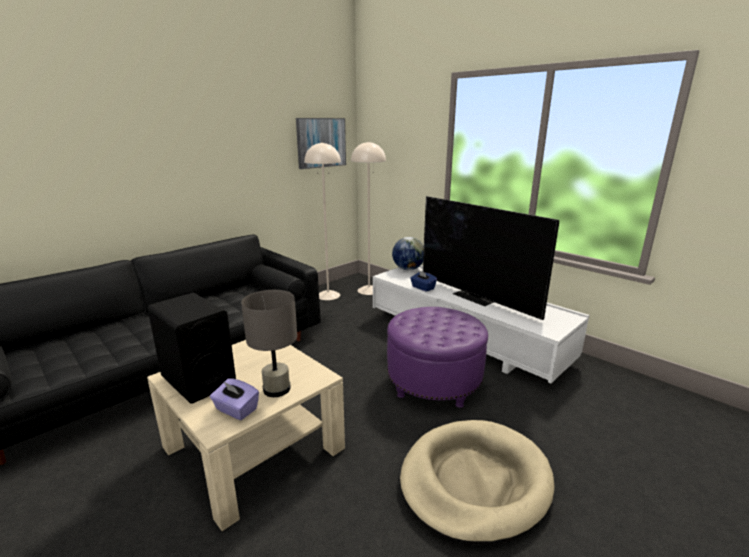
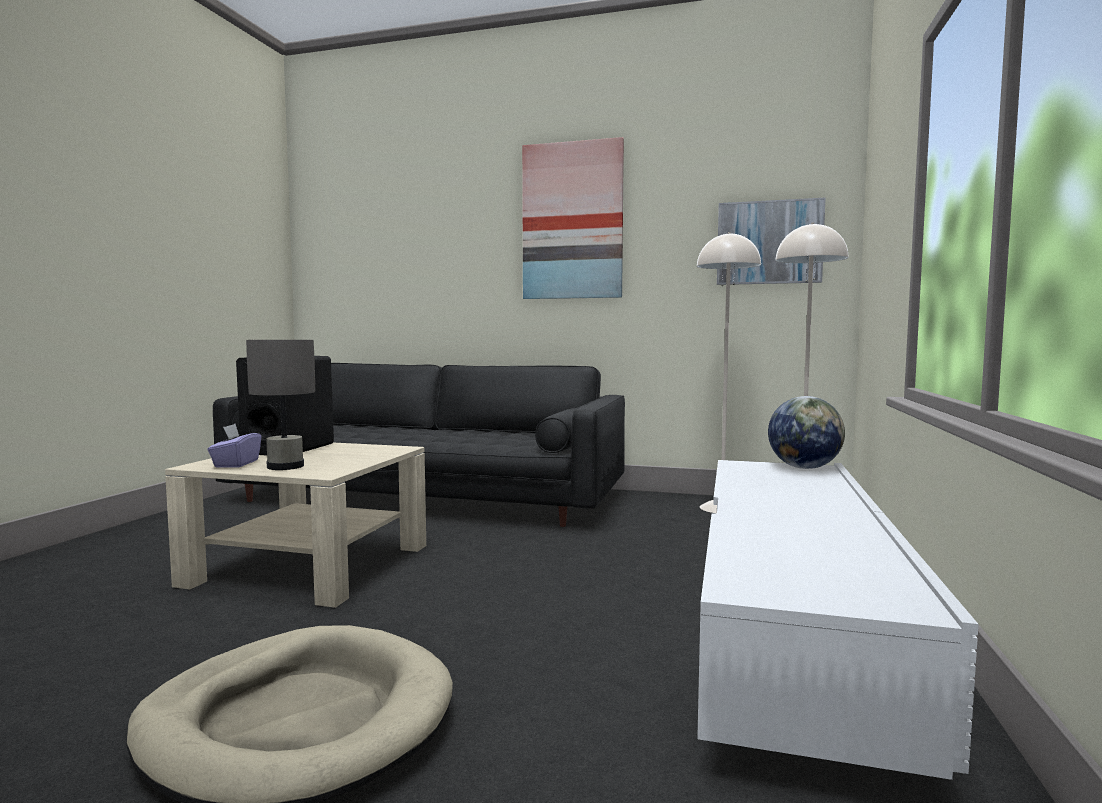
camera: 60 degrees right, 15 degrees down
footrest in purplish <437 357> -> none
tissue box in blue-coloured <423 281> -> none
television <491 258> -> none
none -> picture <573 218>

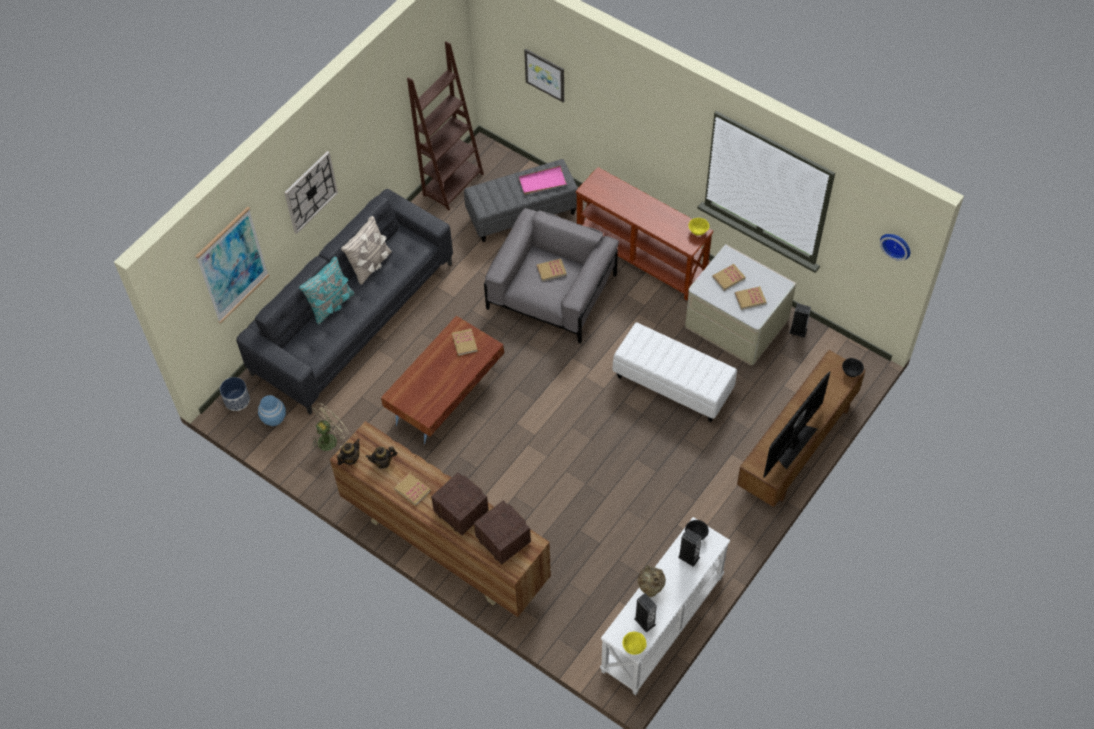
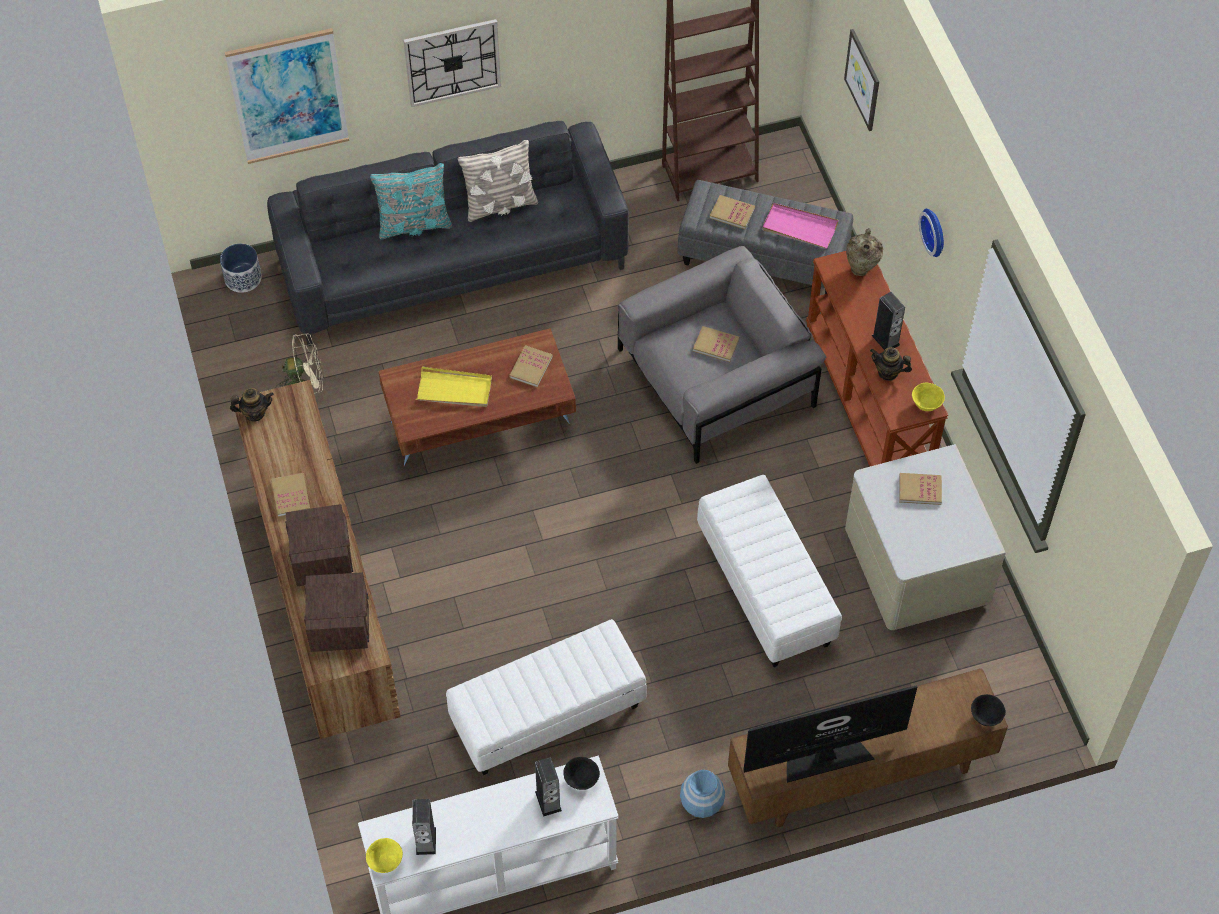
camera: 35 degrees right, 0 degrees up
none -> tray in yellow-coloured <454 386>
none -> footrest in white-coloured <546 697>
vase in blue-coloured <272 410> -> vase in blue-coloured <702 794>, move
teapot <381 457> -> teapot <891 364>, move
vase in sand-coloured <652 581> -> vase in sand-coloured <864 252>, move
bound book <751 298> -> bound book <732 212>, move
audio speaker <800 320> -> audio speaker <888 321>, move
clock on the wall <895 247> -> clock on the wall <931 233>, move

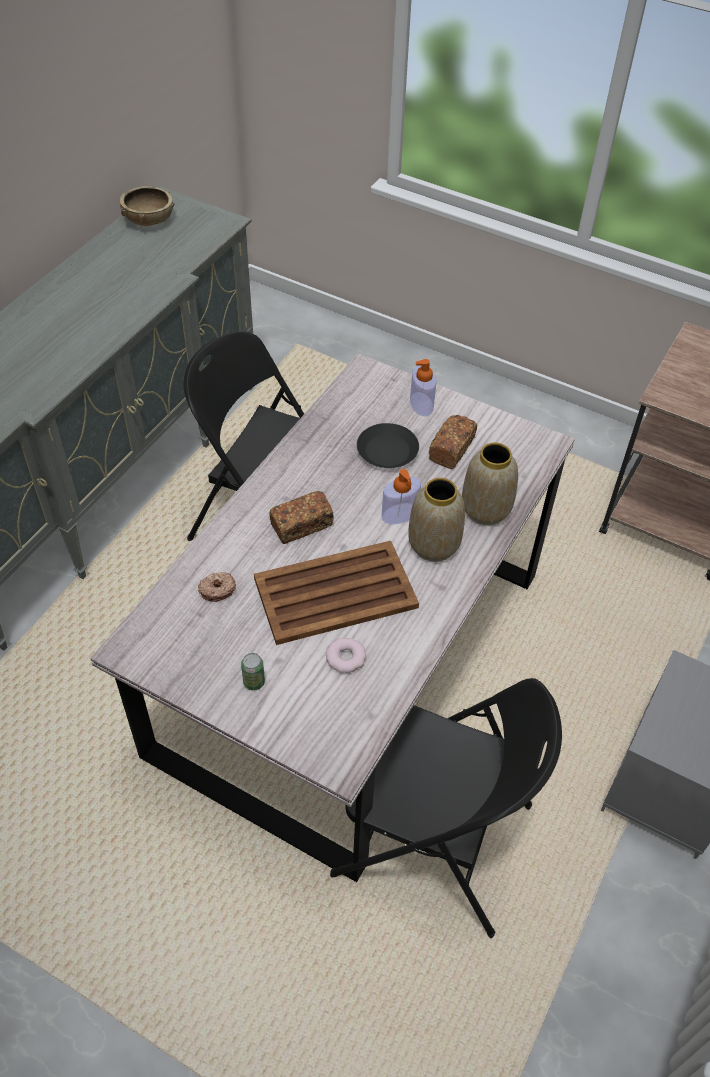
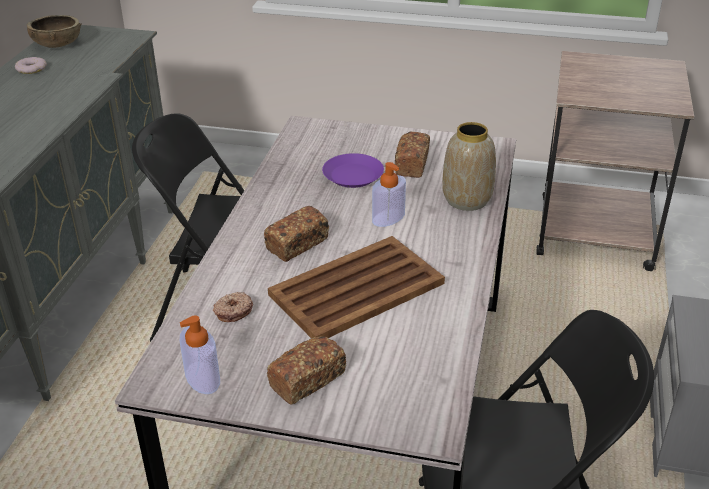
camera: 15 degrees left, 15 degrees down
vase <436 520> -> none
ring doughnut <346 655> -> ring doughnut <31 65>, move
soap bottle <423 387> -> soap bottle <200 354>, move
can <253 672> -> bread <306 370>
plate in blackish <388 445> -> plate in purplish <353 170>

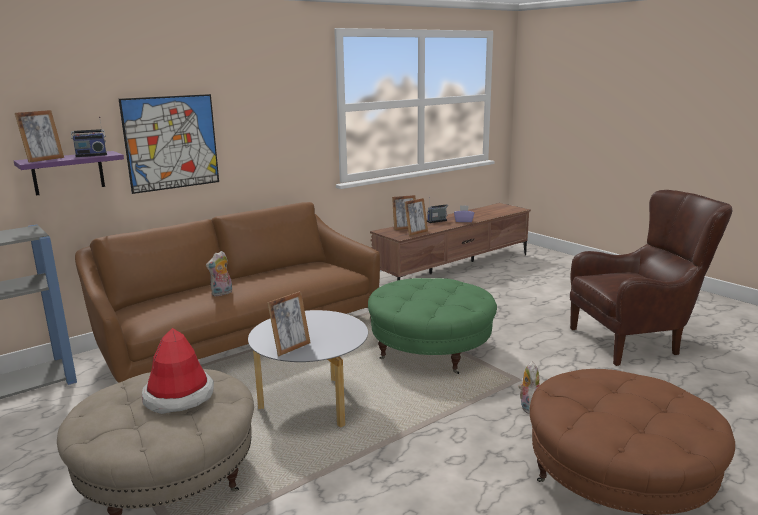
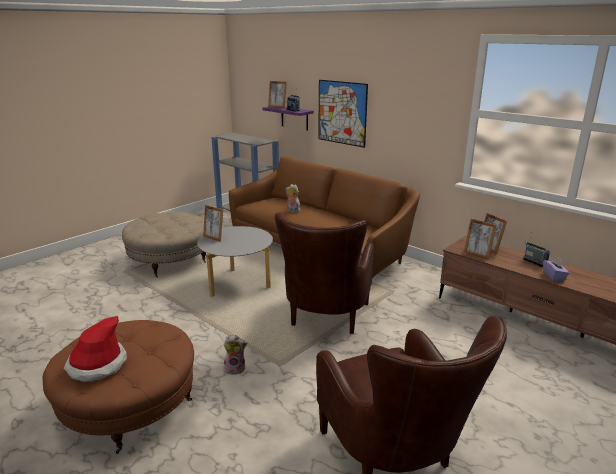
camera: 80 degrees right, 5 degrees up
hat <178 371> -> hat <95 349>, move
footrest in greenish <432 326> -> armchair in brownish <324 273>

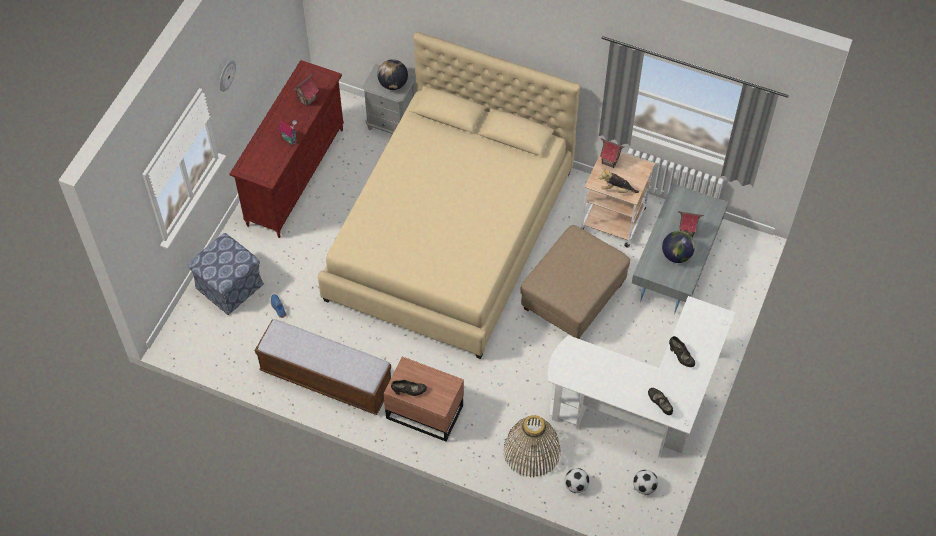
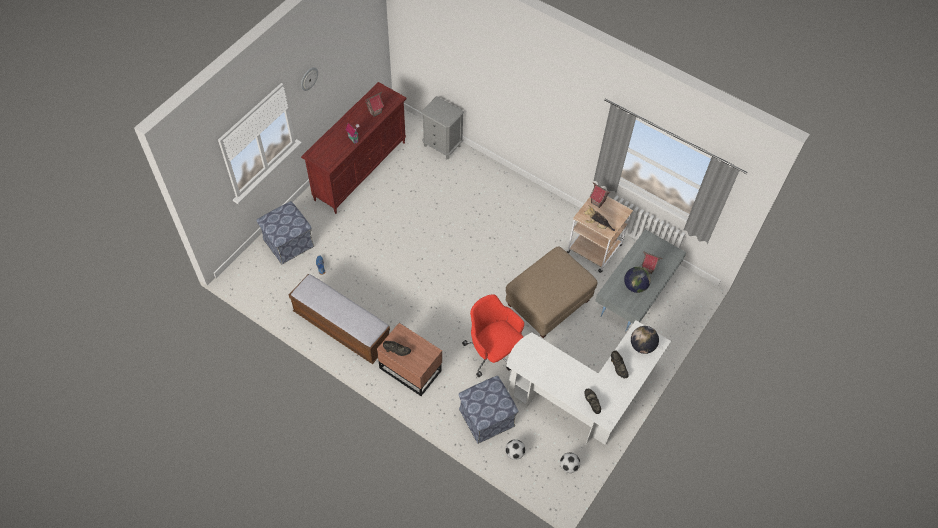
camera: 10 degrees right, 0 degrees up
bedroom bed in sand-coloured <449 195> -> none
none -> office chair in red-coloured <493 335>
globe <392 74> -> globe <645 340>, move
basket <532 446> -> footrest <488 410>

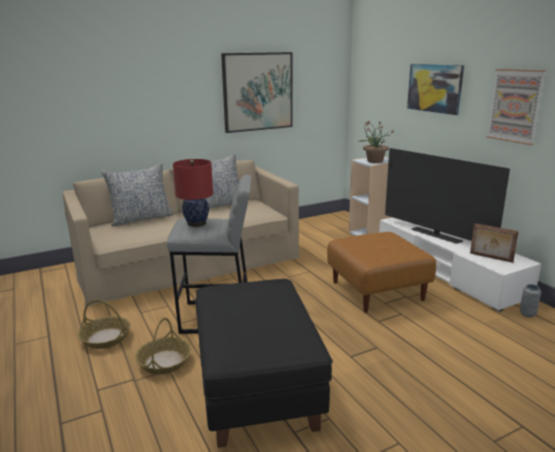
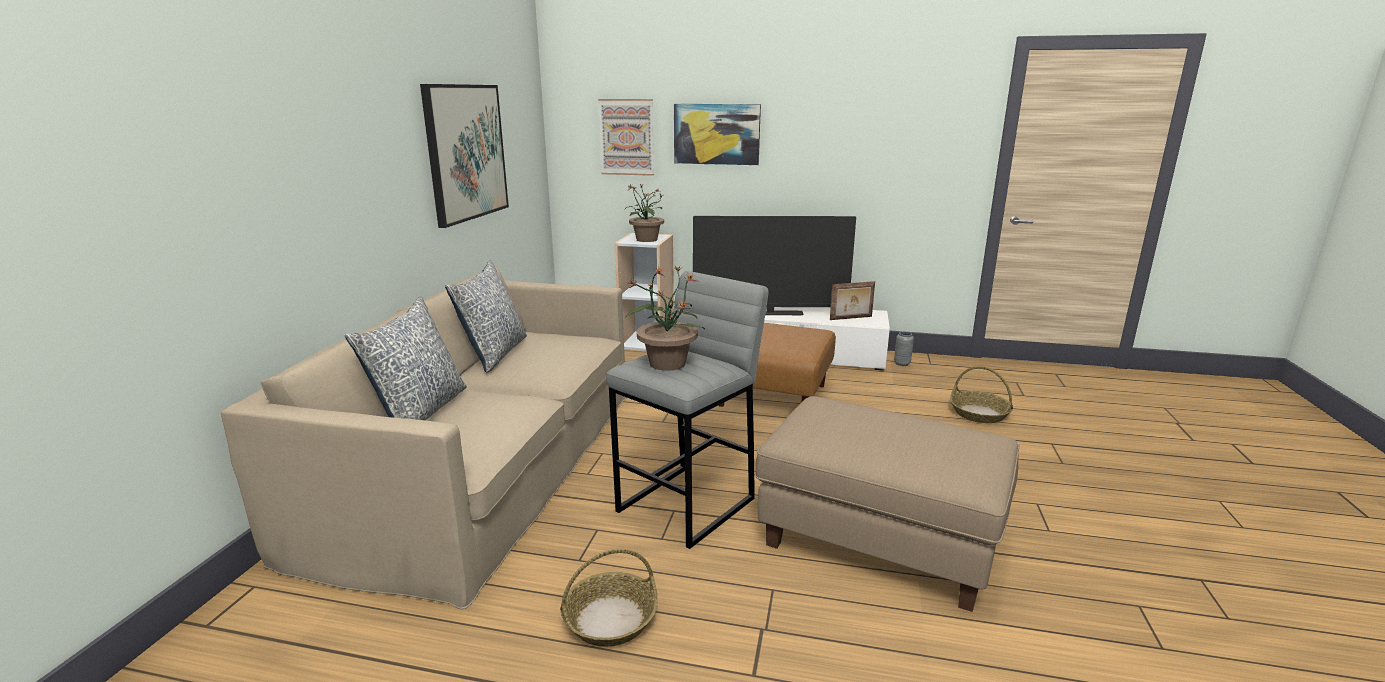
camera: 50 degrees left, 0 degrees up
basket <163 346> -> basket <981 394>, move
picture <516 107> -> picture <626 137>, move
tabletop lamp in red-coloured <193 193> -> potted plant <665 318>
footrest in blackish <264 363> -> footrest in sand-coloured <887 504>

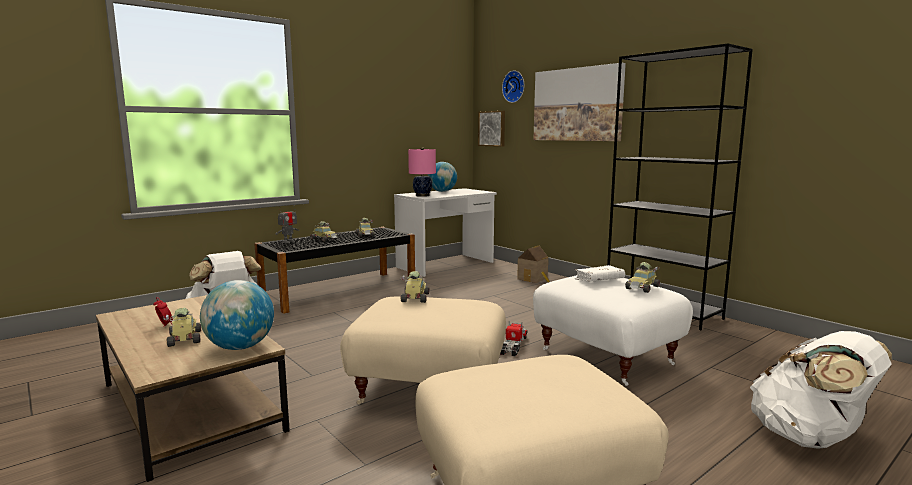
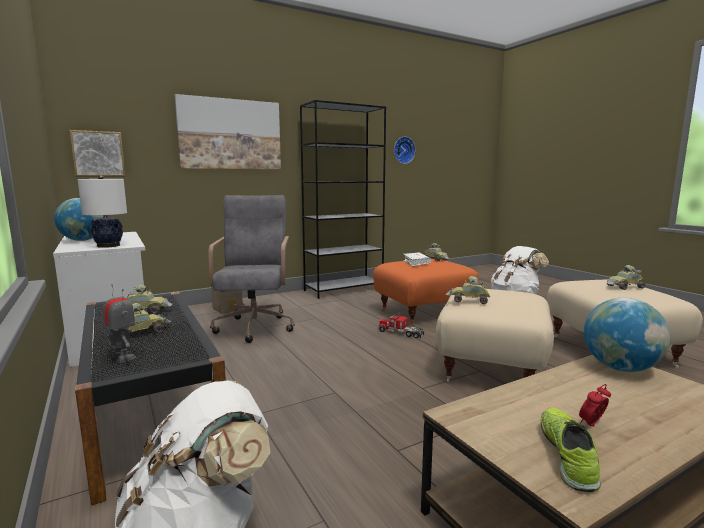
camera: 80 degrees left, 0 degrees up
none -> office chair in gray <251 269>
none -> item of footwear <570 449>
miniature car <182 327> -> miniature car <626 277>, move
clock on the wall <513 87> -> clock on the wall <404 150>, move
tabletop lamp in pink <422 172> -> tabletop lamp in white-coloured <102 211>
footrest in white-coloured <613 330> -> footrest in orangey <426 292>

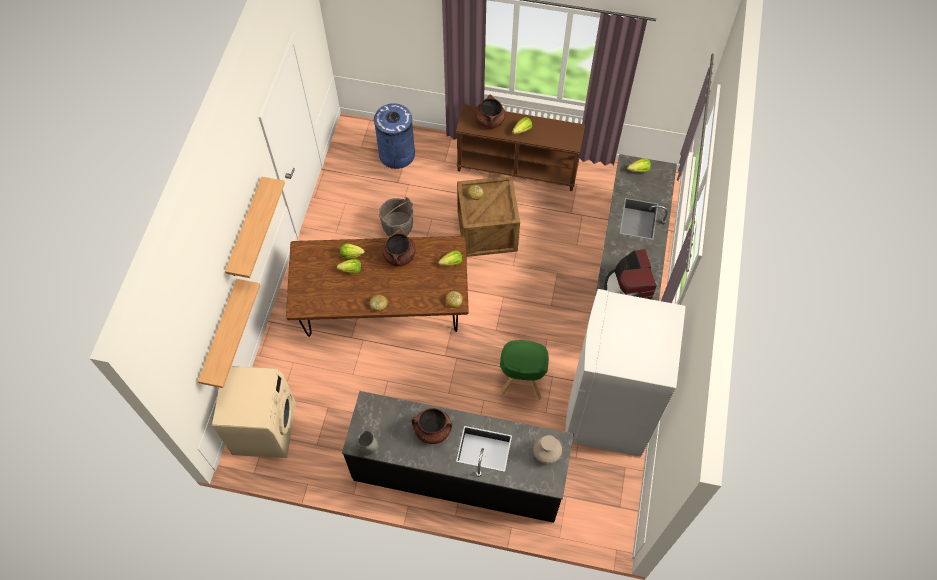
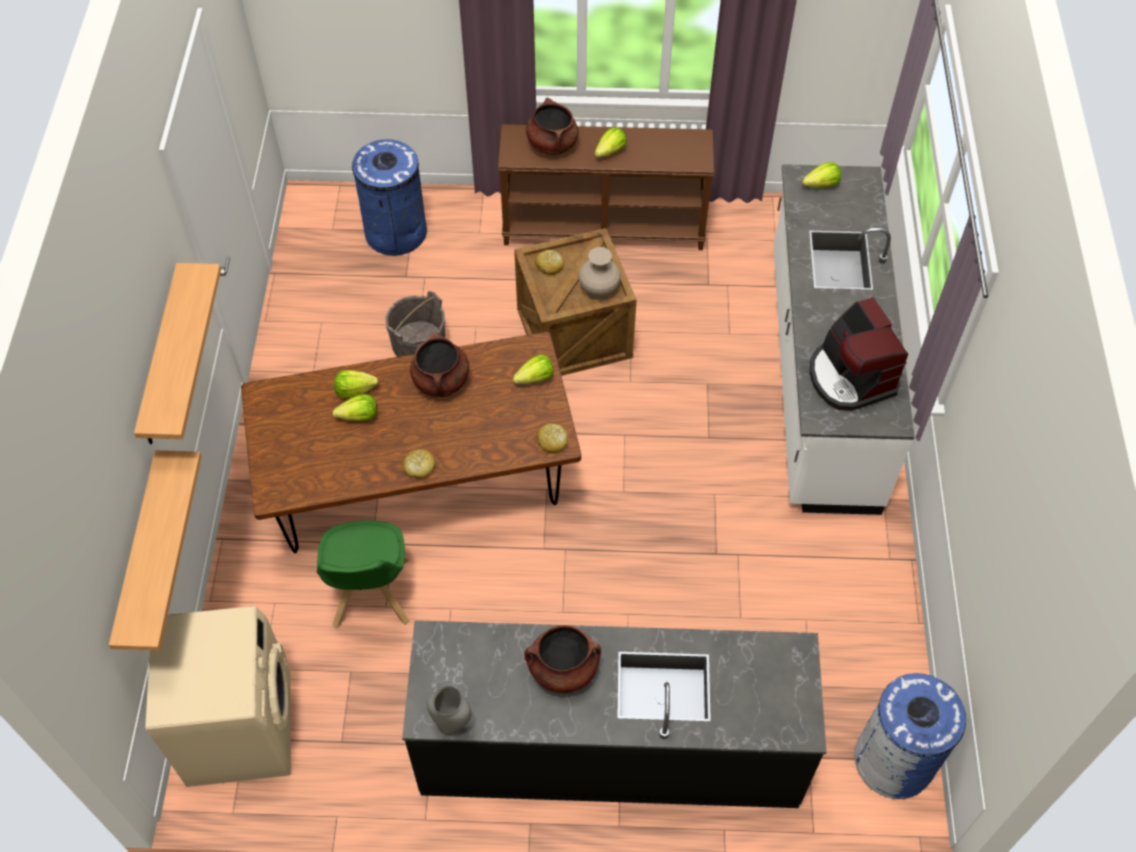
camera: 10 degrees left, 5 degrees down
refrigerator in white-coloured <625 373> -> none
none -> rubbish bin in blue-coloured <910 736>
plain chair in greenish <524 370> -> plain chair in greenish <363 574>, move
vase in sand-coloured <547 449> -> vase in sand-coloured <599 273>, move

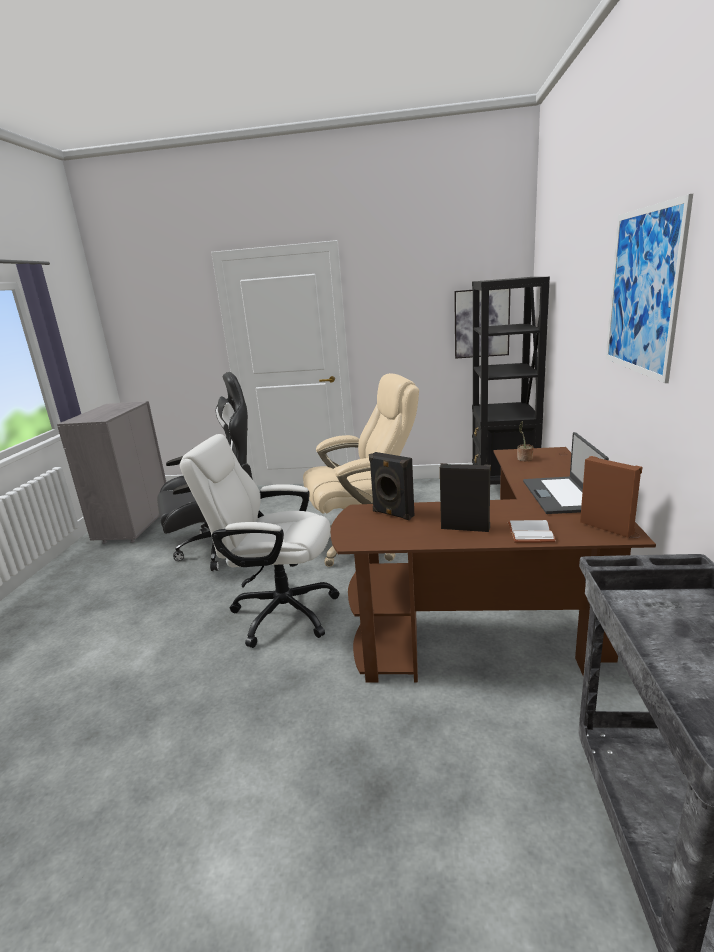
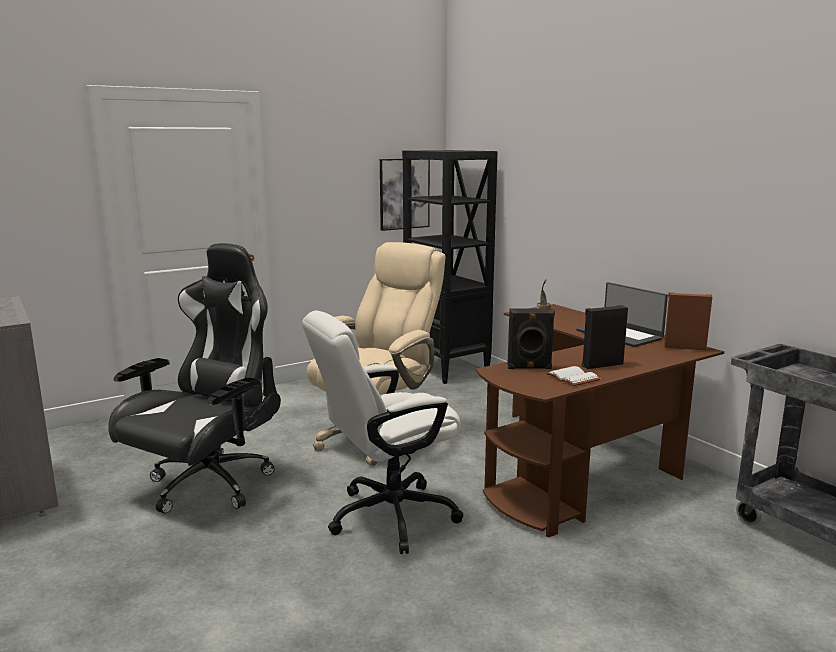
camera: 40 degrees left, 5 degrees down
picture <649 288> -> none
bound book in white-coloured <532 531> -> bound book in white-coloured <573 376>, move

